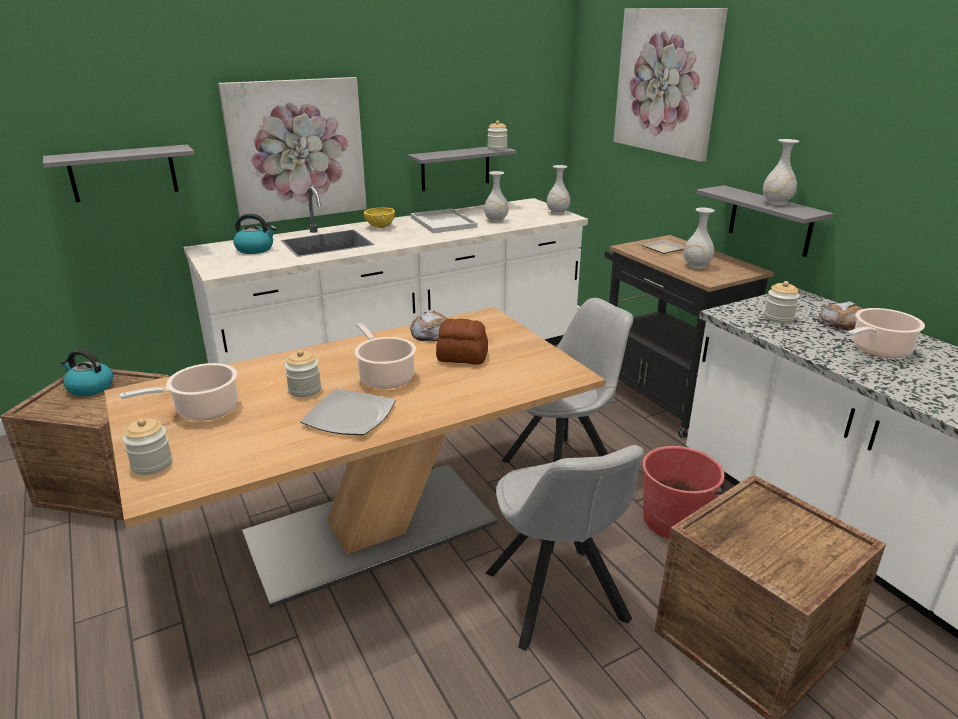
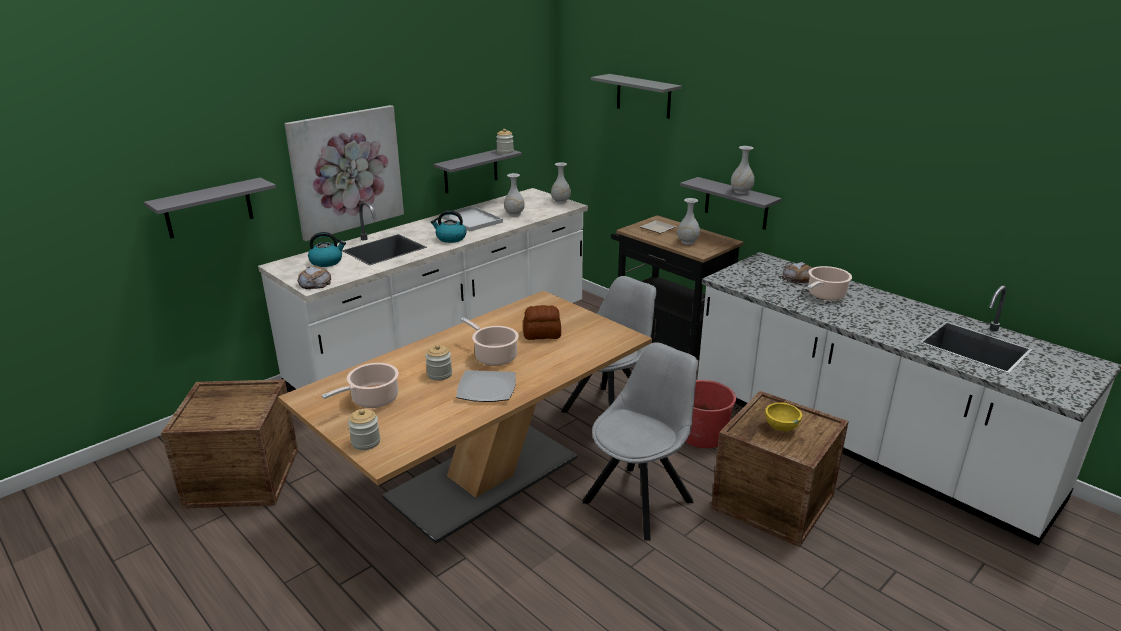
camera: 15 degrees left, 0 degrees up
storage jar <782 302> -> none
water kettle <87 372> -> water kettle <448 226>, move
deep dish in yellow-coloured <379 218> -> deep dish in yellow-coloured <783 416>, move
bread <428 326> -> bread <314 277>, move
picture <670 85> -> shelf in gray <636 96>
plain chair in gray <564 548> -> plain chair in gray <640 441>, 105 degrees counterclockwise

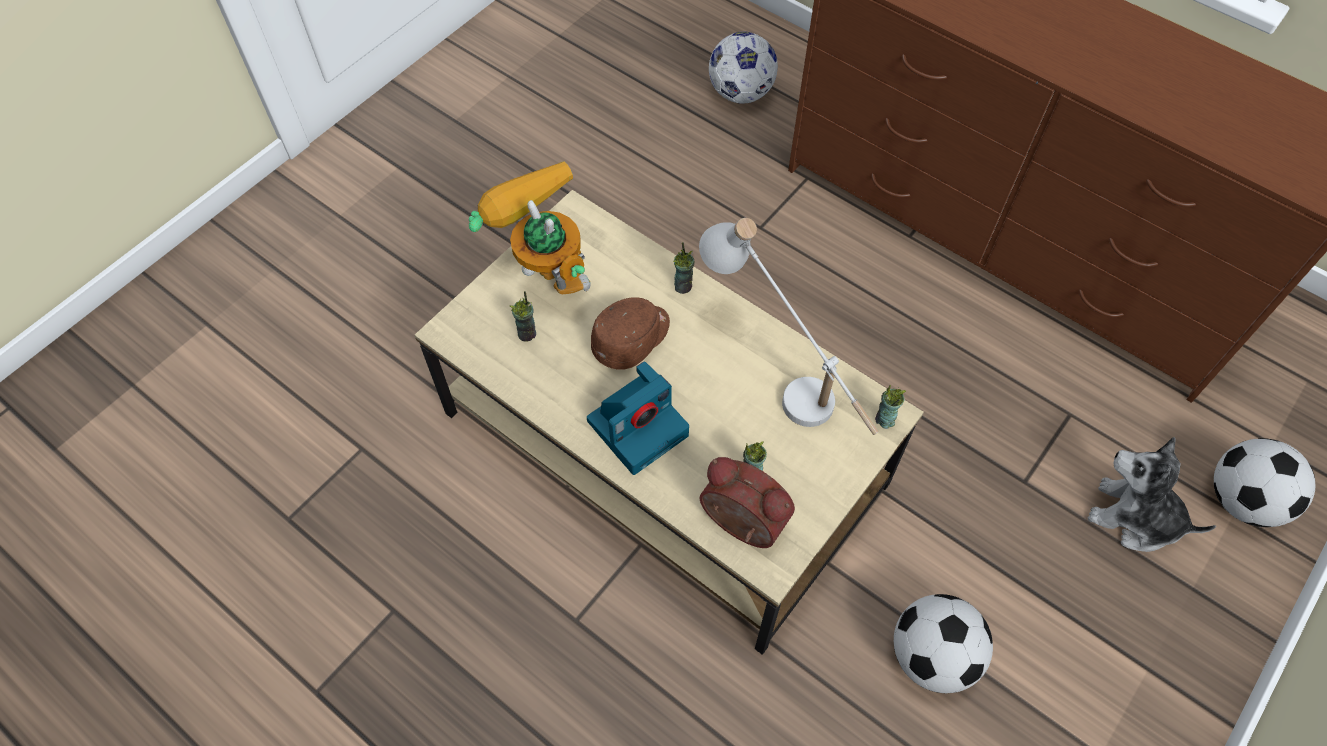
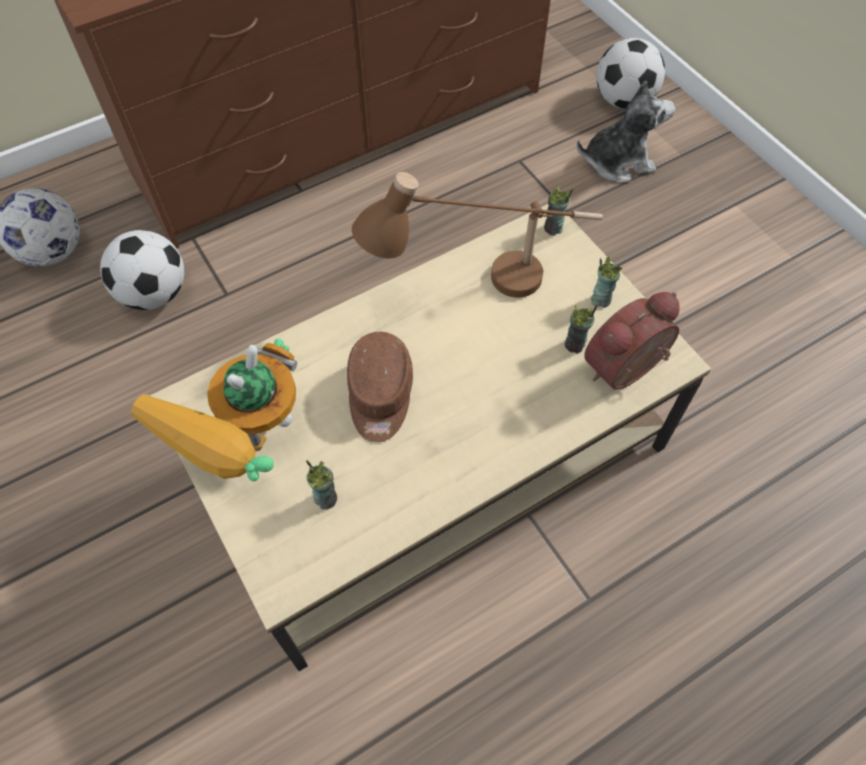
camera: 70 degrees left, 0 degrees up
still camera <638 418> -> none
small cup <684 268> -> small cup <606 282>, move
football ball <943 643> -> football ball <142 270>, move
tabletop lamp in white-coloured <789 326> -> tabletop lamp in brownish <477 235>
toy robot <530 227> -> toy robot <214 410>, 45 degrees counterclockwise
baseball cap in brownish <630 333> -> baseball cap in brownish <380 387>, 150 degrees counterclockwise
plush toy <1152 494> -> plush toy <626 131>, 150 degrees counterclockwise

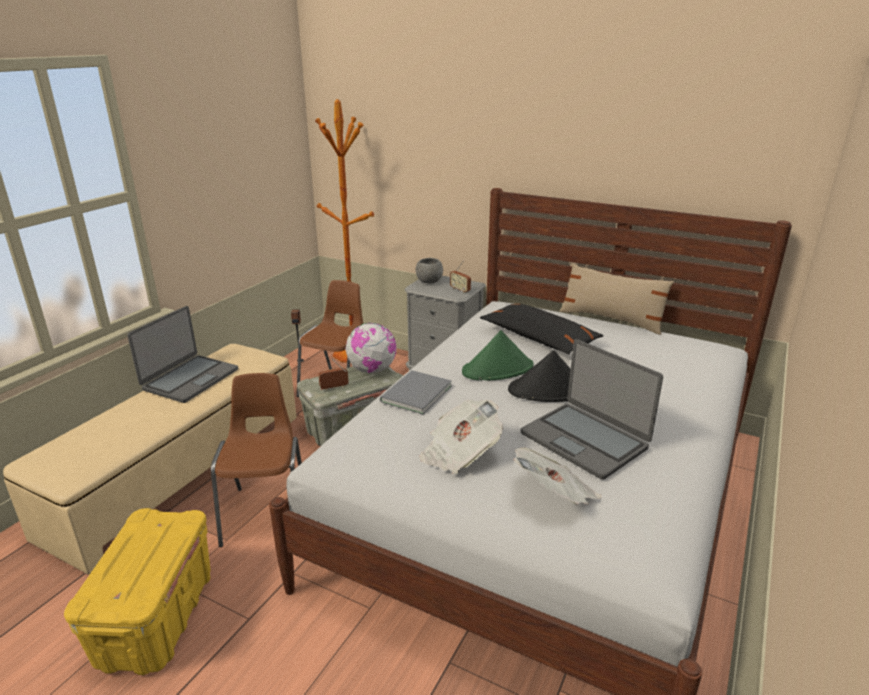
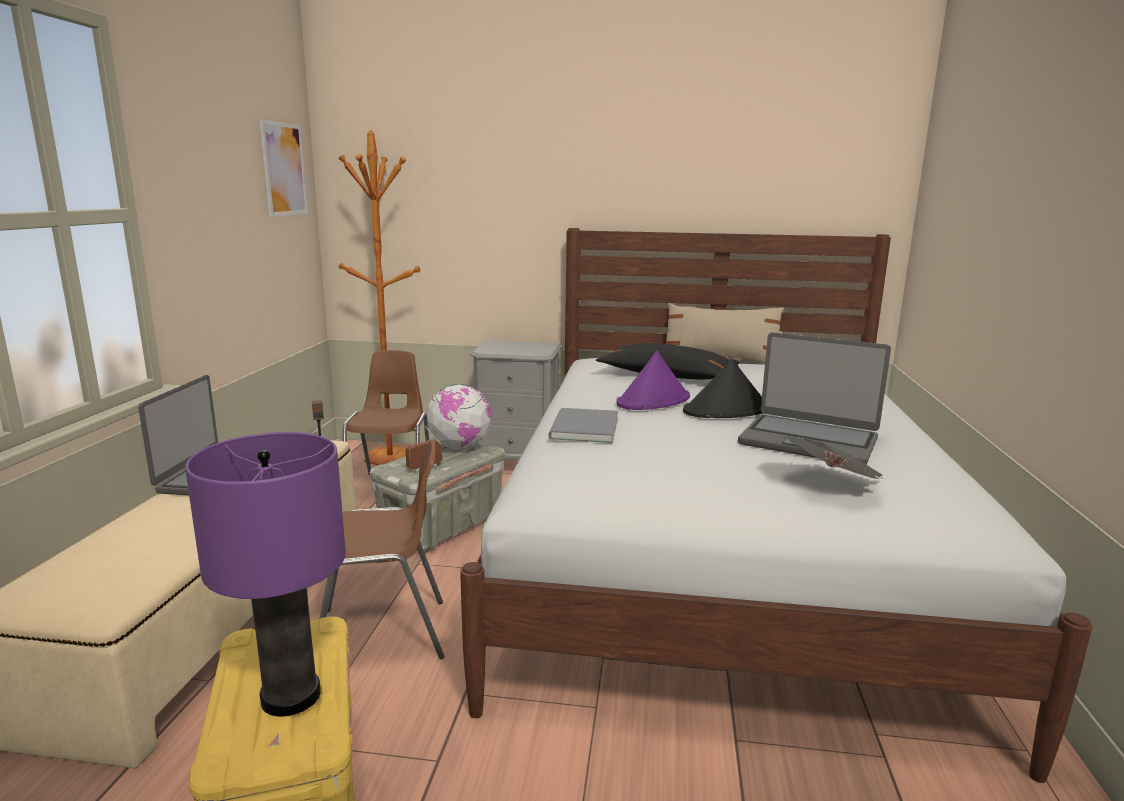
camera: 20 degrees left, 10 degrees down
deep dish in gray <429 270> -> none
newspaper <461 437> -> none
radio set <460 276> -> none
none -> tabletop lamp in purplish <265 574>
none -> picture <284 168>
hat in greenish <498 355> -> hat in purplish <653 380>
plain chair in brownish <256 460> -> plain chair in brownish <382 549>, 105 degrees clockwise

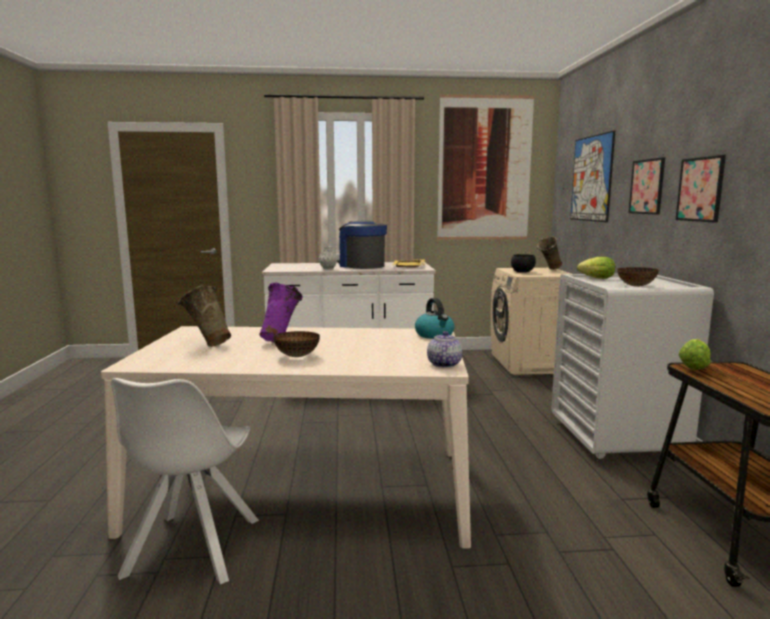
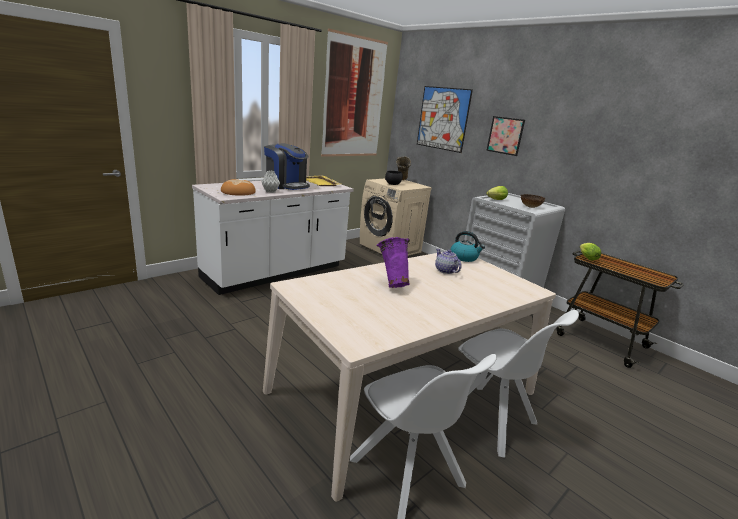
camera: 40 degrees left, 10 degrees up
vase in sand-coloured <204 316> -> none
deep dish <296 344> -> none
picture <701 189> -> none
none -> bread <238 187>
none -> plain chair in white-coloured <518 384>
teapot <445 349> -> teapot <448 261>, move
coffee machine <362 244> -> coffee machine <287 166>, 150 degrees counterclockwise

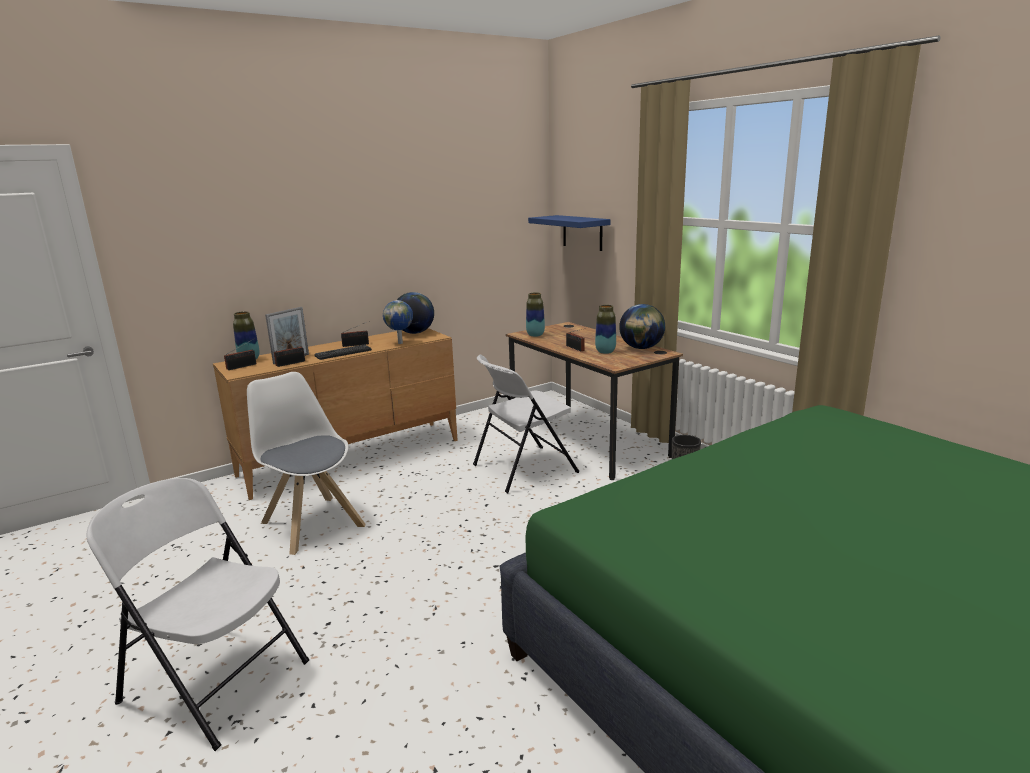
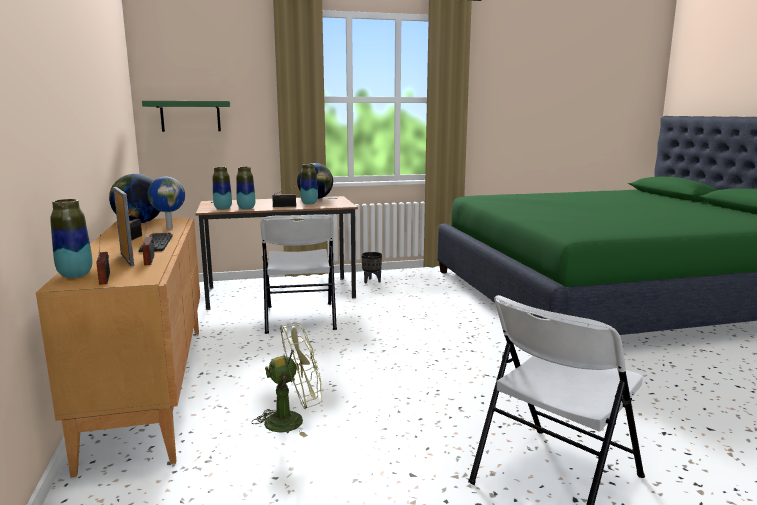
camera: 70 degrees left, 5 degrees down
none -> vase <245 188>
plain chair <306 463> -> electric fan in greenish <287 379>
shelf in blue-coloured <569 233> -> shelf in greenish <186 116>

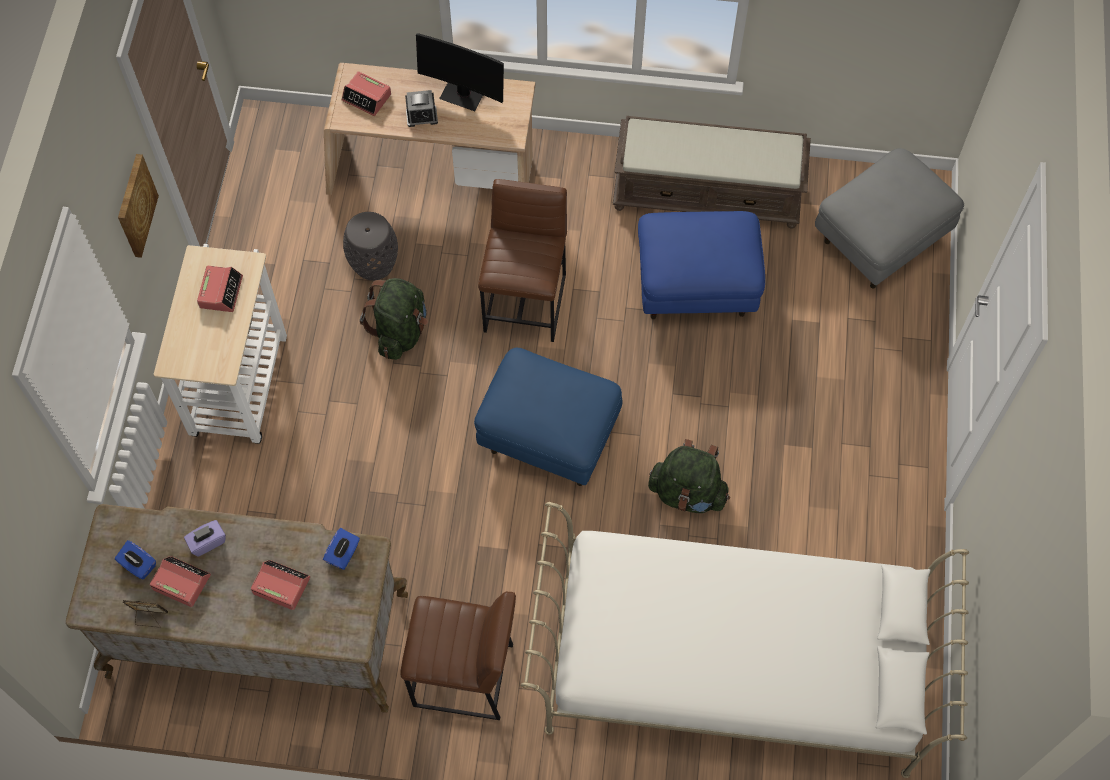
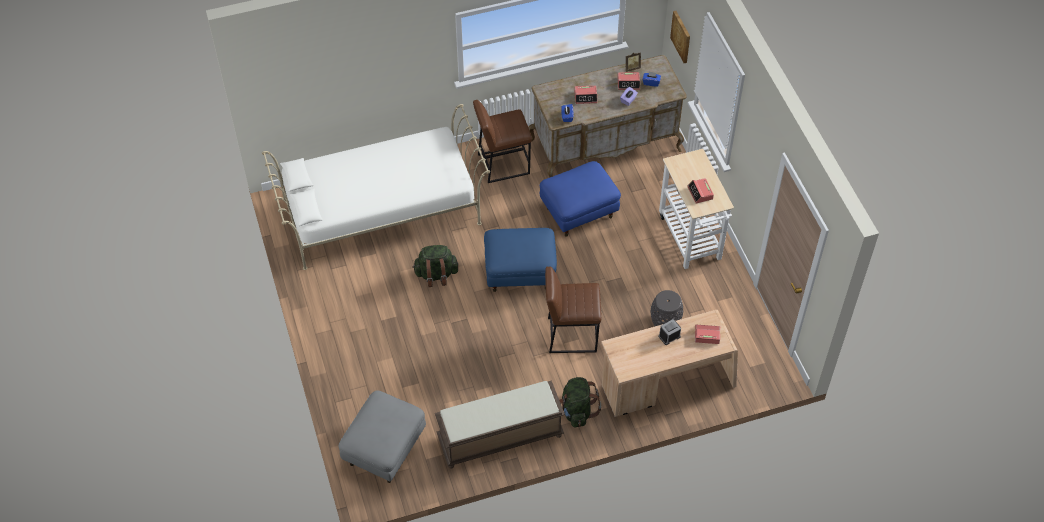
camera: 155 degrees right, 10 degrees down
computer display <460 72> -> none
picture <138 206> -> picture <680 37>, move
rucksack in greenish <394 319> -> rucksack in greenish <580 402>, move
footrest in blue-coloured <701 265> -> footrest in blue-coloured <580 199>, move
plain chair in brownish <522 260> -> plain chair in brownish <573 309>, 105 degrees clockwise

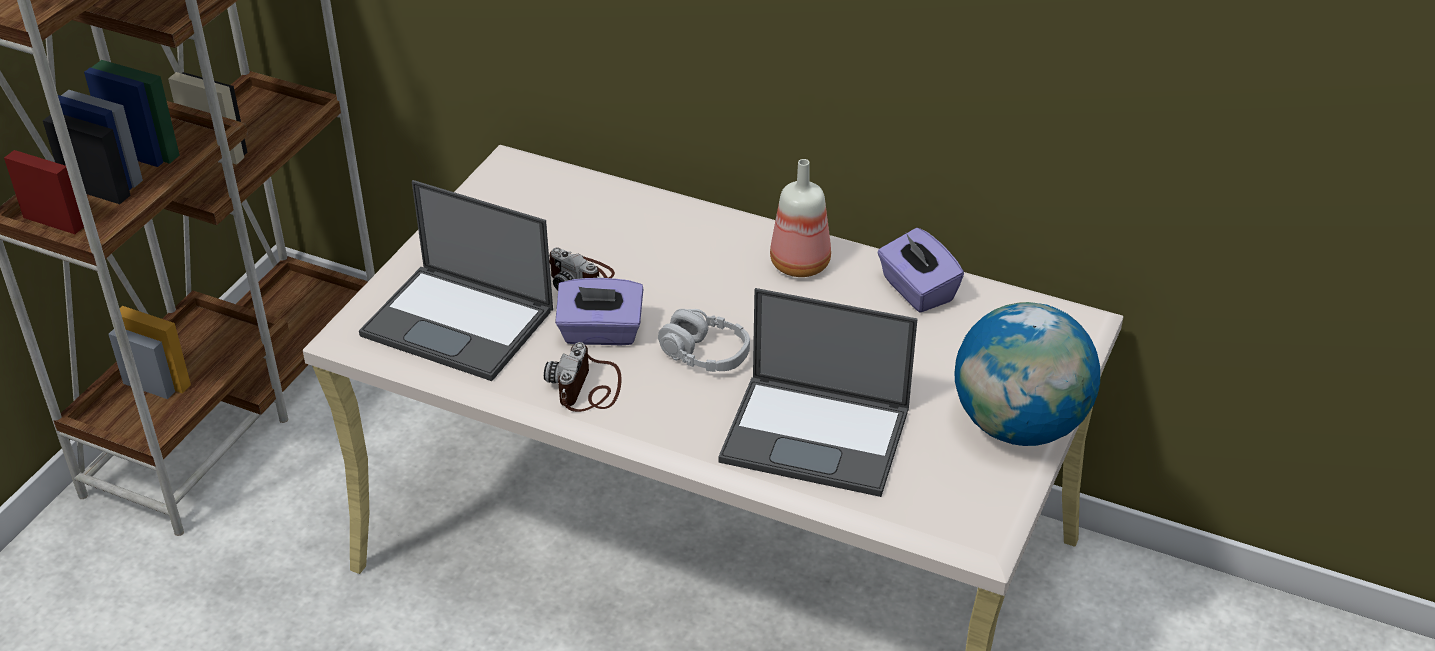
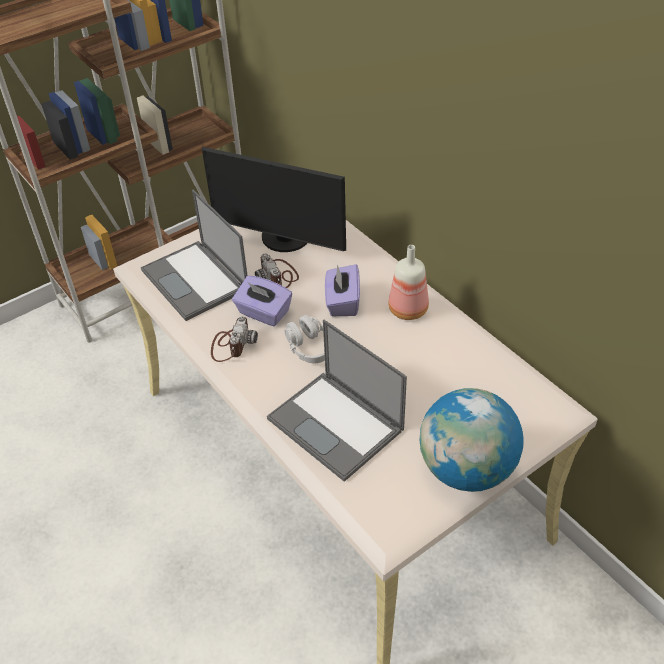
camera: 30 degrees right, 5 degrees up
none -> computer display <274 199>
tissue box in purplish <920 270> -> tissue box in purplish <342 290>, move
still camera <583 377> -> still camera <234 339>, 150 degrees clockwise

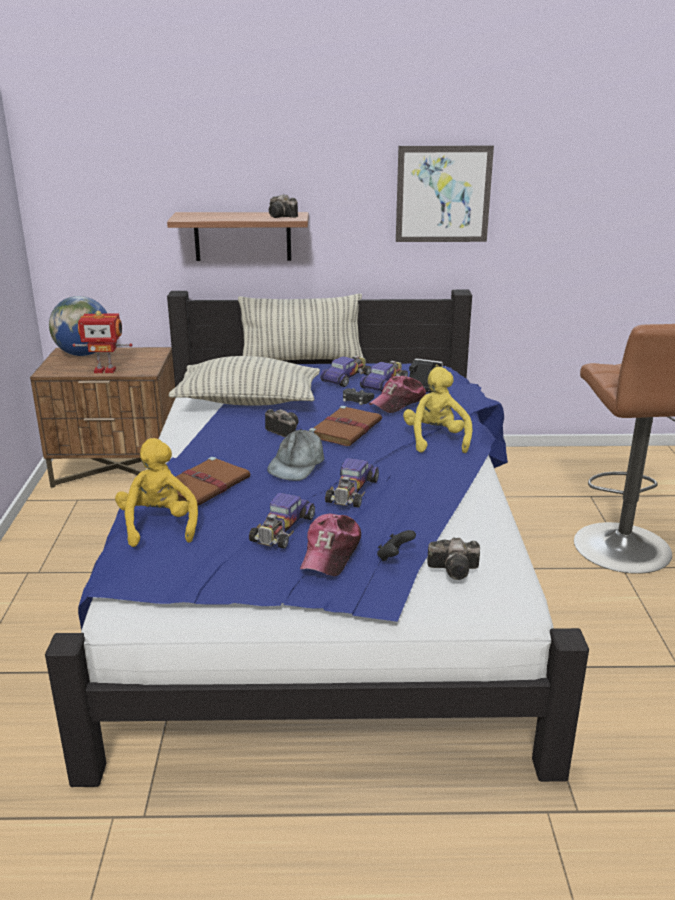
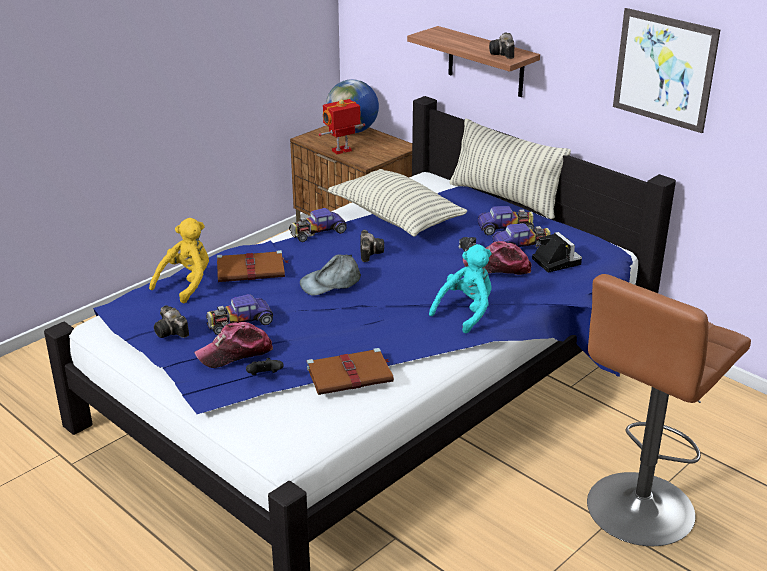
camera: 45 degrees right, 5 degrees up
bound book in brownish <345 426> -> bound book in brownish <350 371>, move
miniature car <352 482> -> miniature car <318 225>, move
still camera <453 558> -> still camera <171 321>, move
plush toy in yellow-coloured <437 410> -> plush toy in blue-green <460 289>
toy robot <102 342> -> toy robot <342 126>, 105 degrees clockwise

